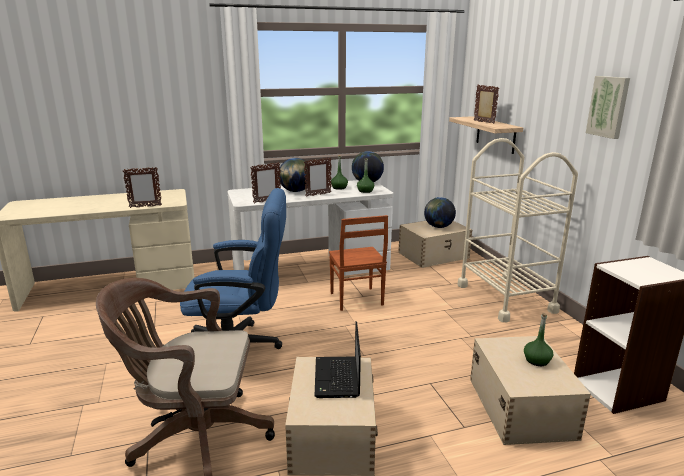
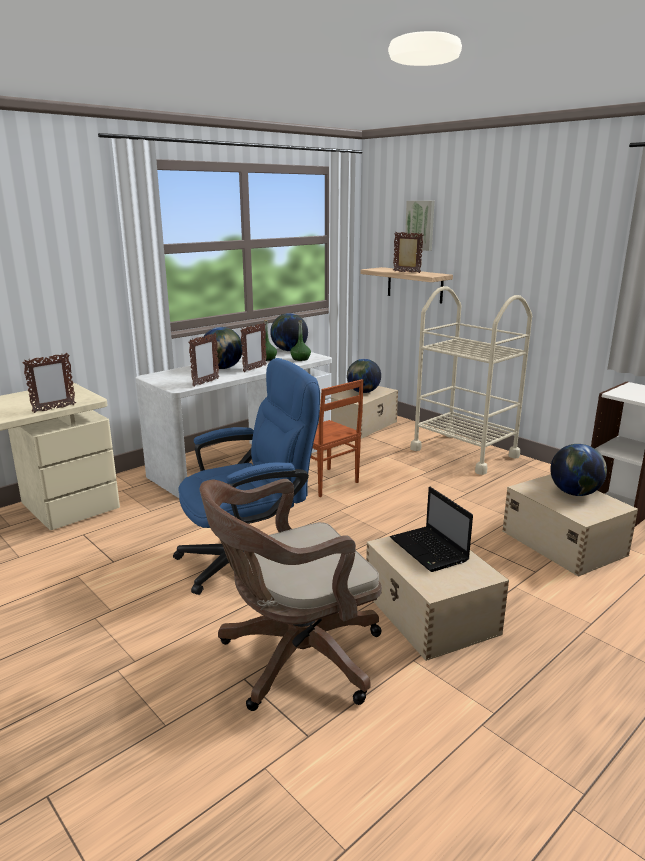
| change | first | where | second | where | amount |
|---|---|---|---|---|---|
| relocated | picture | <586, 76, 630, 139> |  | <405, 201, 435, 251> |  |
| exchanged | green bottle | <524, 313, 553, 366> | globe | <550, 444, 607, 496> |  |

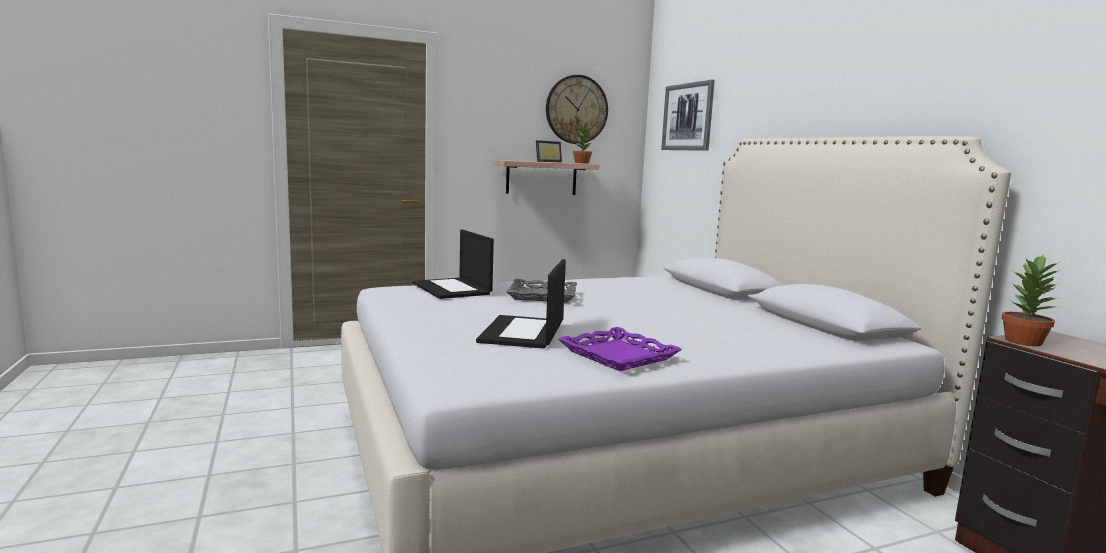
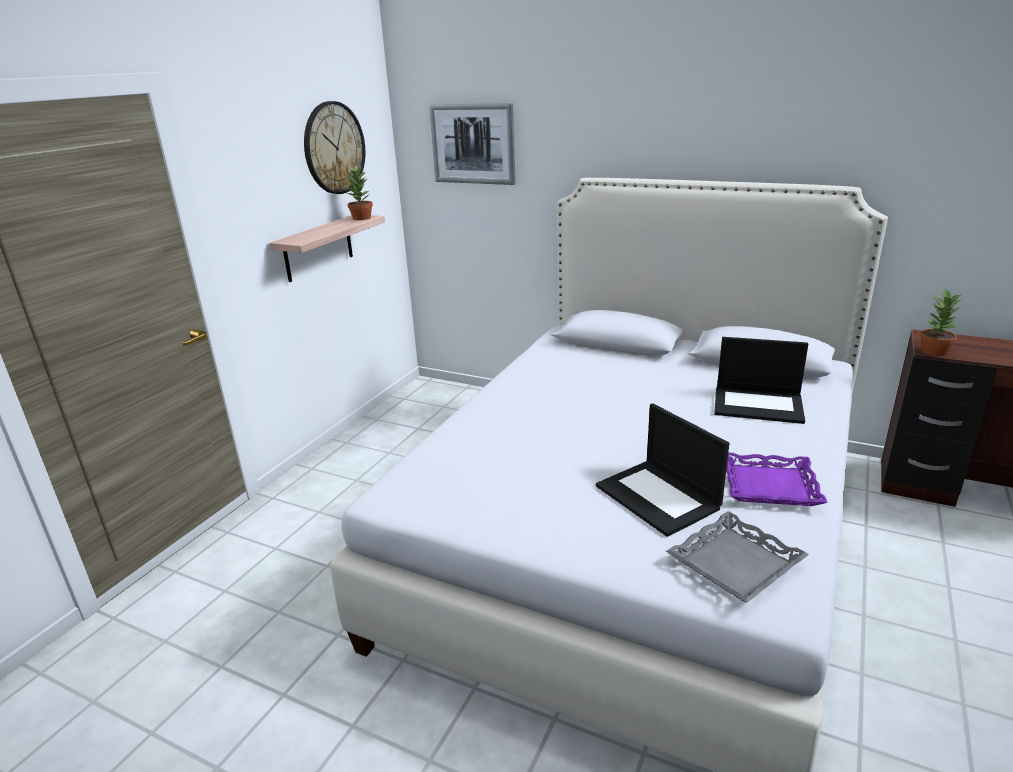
| change | first | where | second | where | amount |
|---|---|---|---|---|---|
| relocated | grey tray | <506, 279, 577, 303> |  | <666, 511, 809, 603> |  |
| relocated | laptop | <412, 229, 494, 299> |  | <714, 337, 808, 424> |  |
| missing | picture frame | <536, 140, 562, 162> |  |  |  |

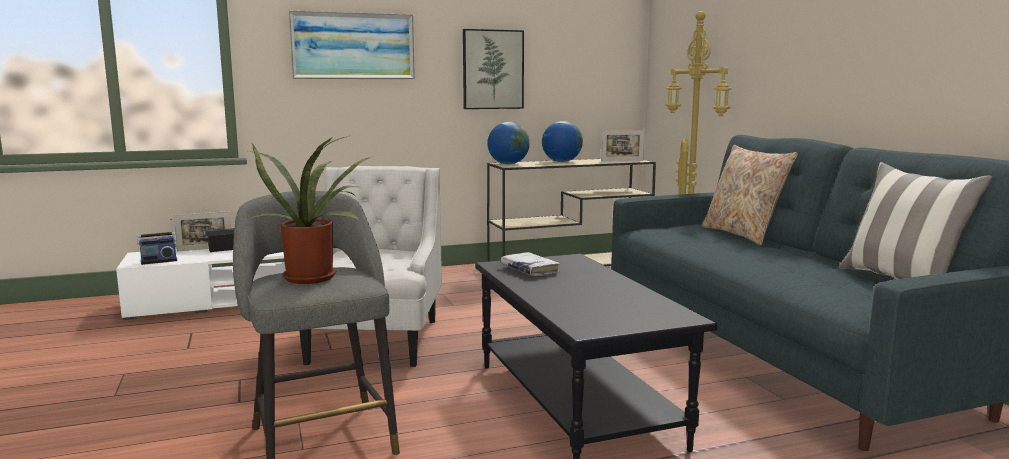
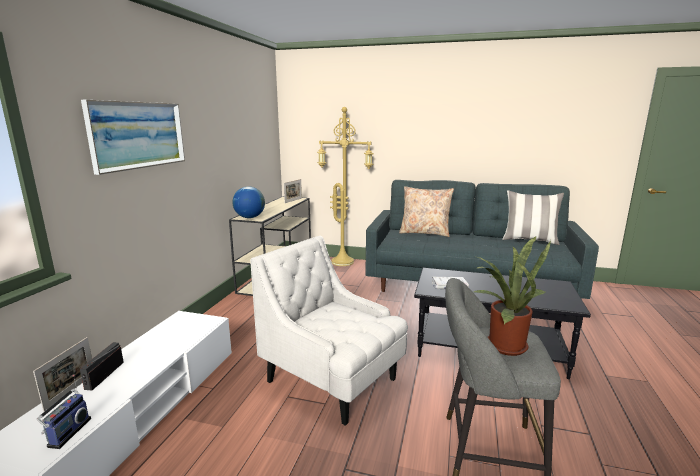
| change | first | where | second | where | amount |
|---|---|---|---|---|---|
| missing | picture | <463, 29, 524, 109> |  |  |  |
| missing | globe | <542, 121, 583, 162> |  |  |  |

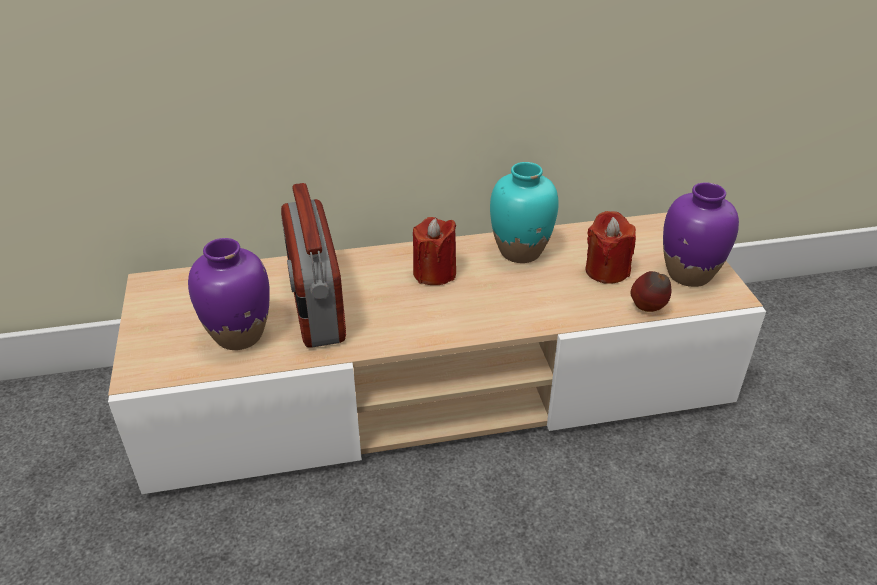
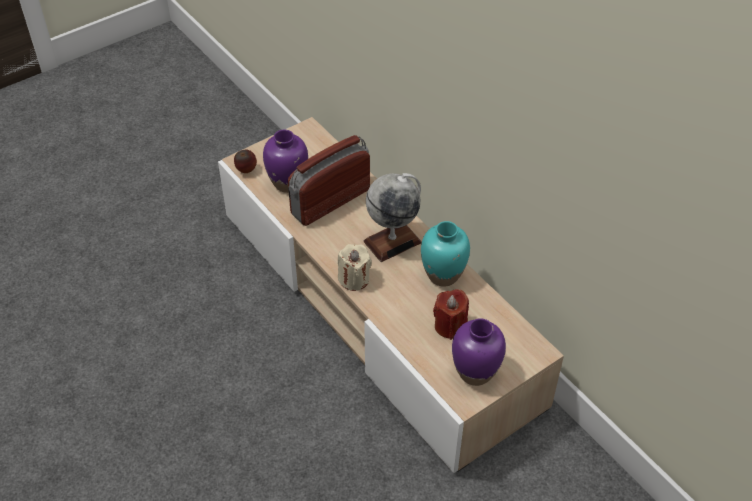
| change | first | where | second | where | amount |
|---|---|---|---|---|---|
| relocated | apple | <631, 271, 671, 312> |  | <234, 150, 257, 173> |  |
| appeared |  |  | beige candle | <338, 244, 372, 291> |  |
| exchanged | red candle | <413, 217, 456, 285> | globe | <363, 173, 422, 262> |  |

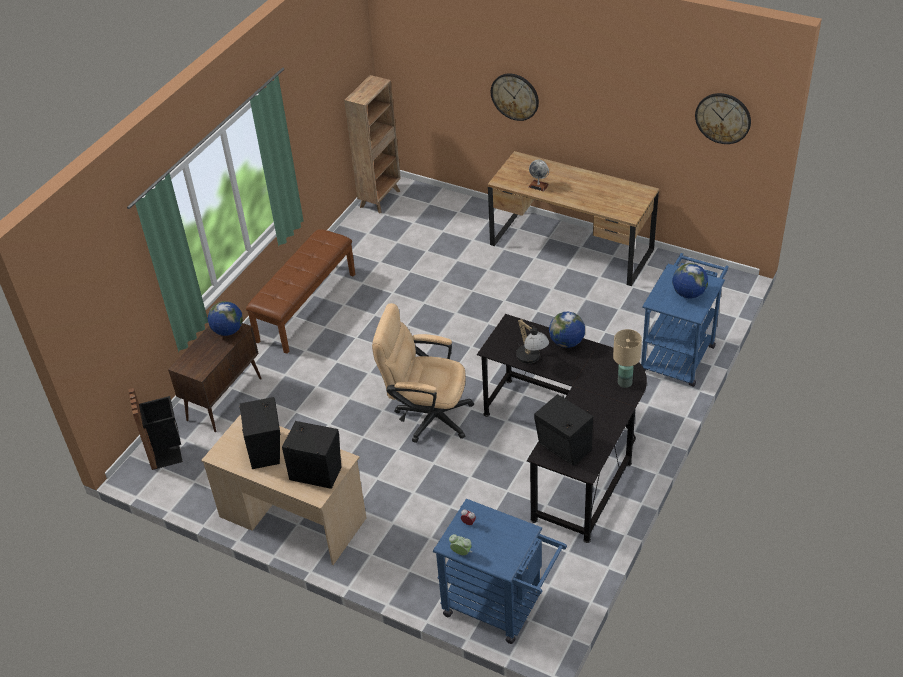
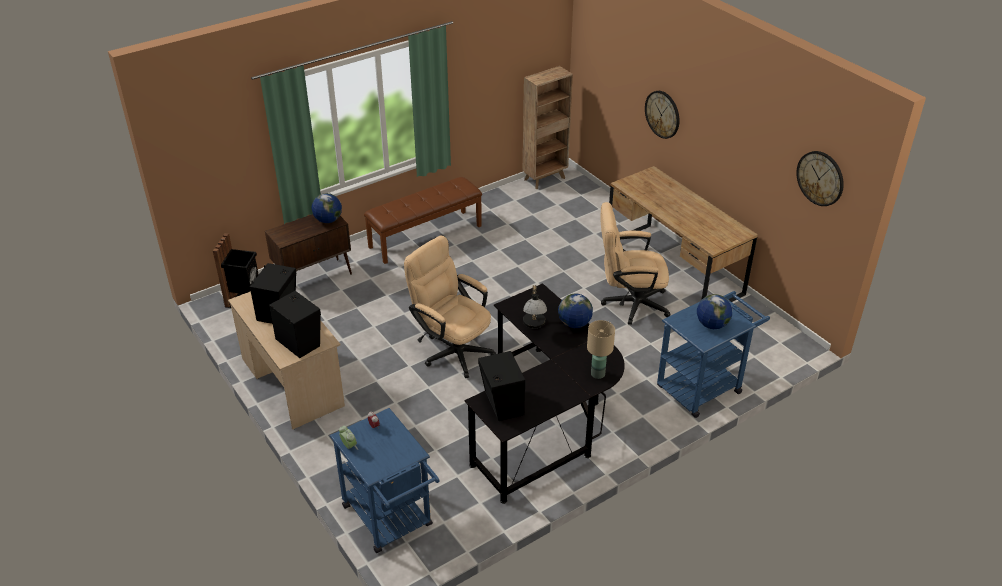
| change | first | where | second | where | amount |
|---|---|---|---|---|---|
| appeared |  |  | beige office chair | <600, 202, 671, 325> |  |
| missing | globe | <529, 160, 549, 191> |  |  |  |

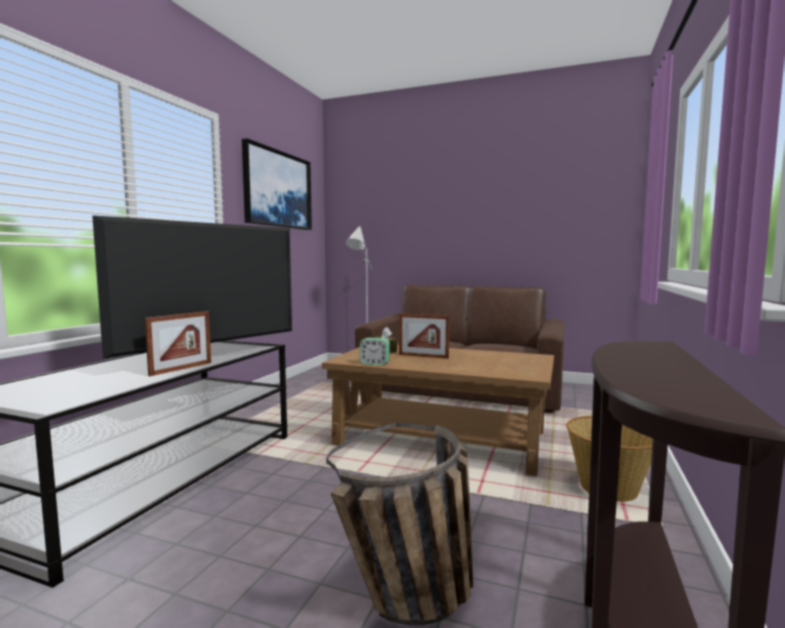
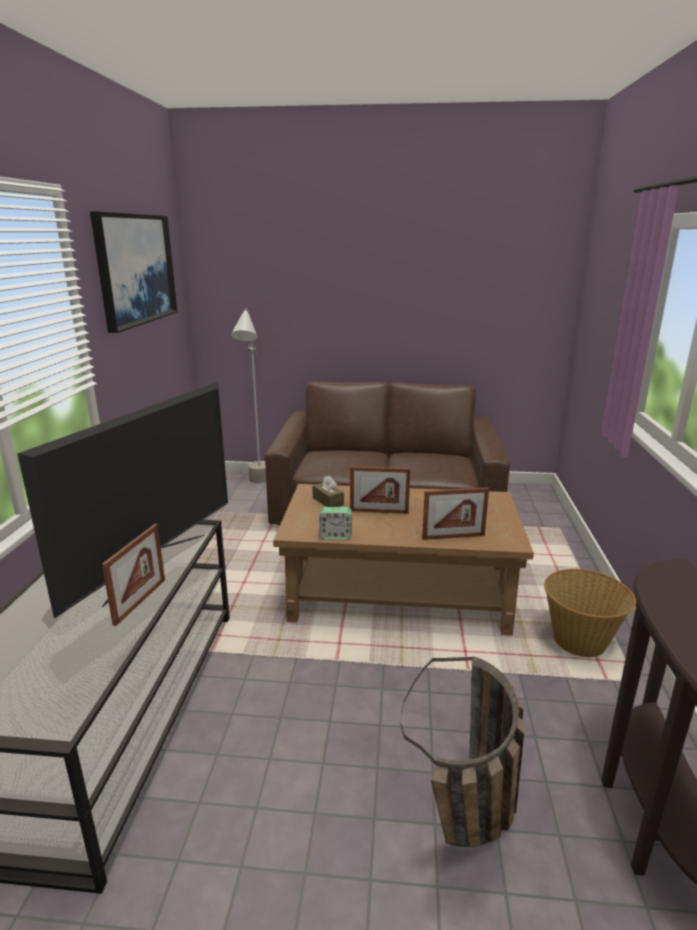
| change | first | where | second | where | amount |
|---|---|---|---|---|---|
| appeared |  |  | picture frame | <422, 487, 489, 540> |  |

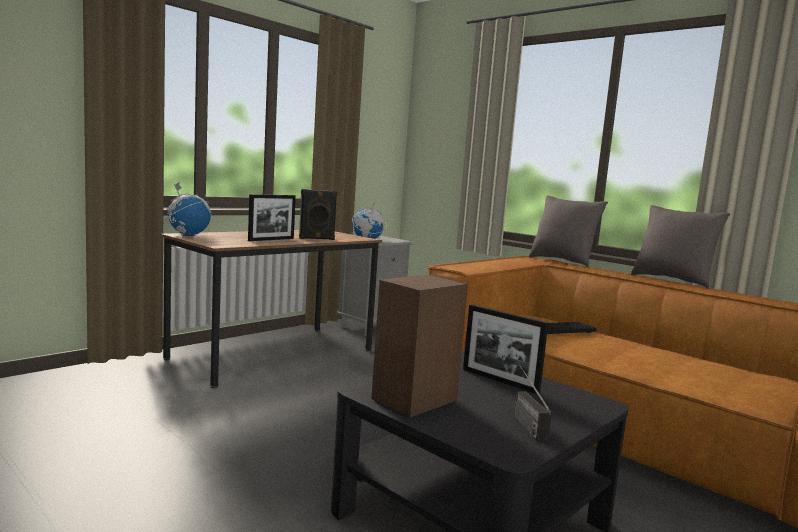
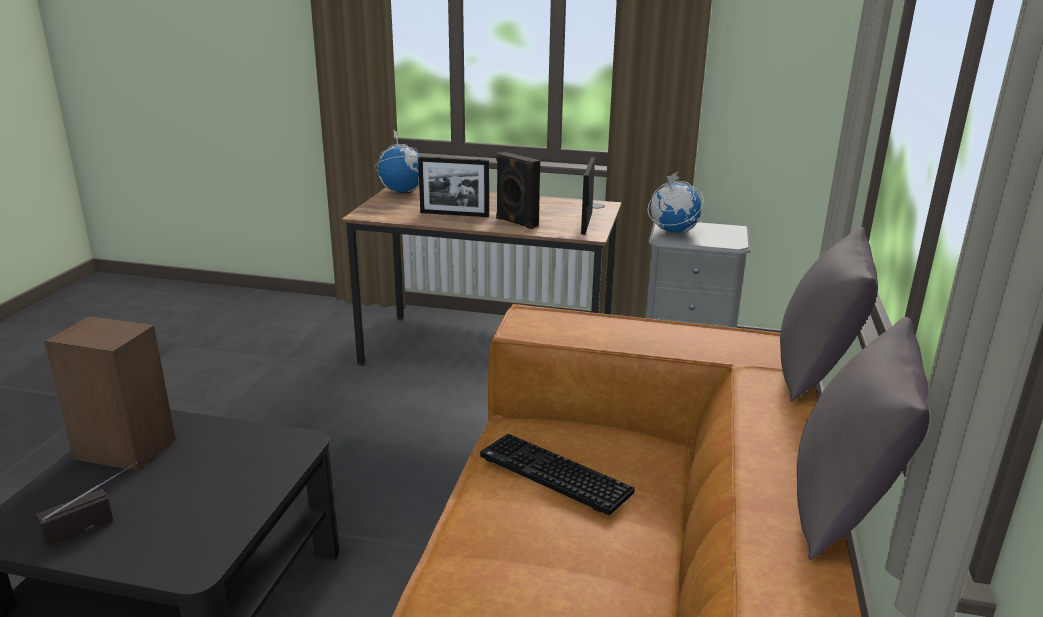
| change | first | where | second | where | amount |
|---|---|---|---|---|---|
| relocated | picture frame | <463, 304, 548, 394> |  | <581, 157, 595, 235> |  |

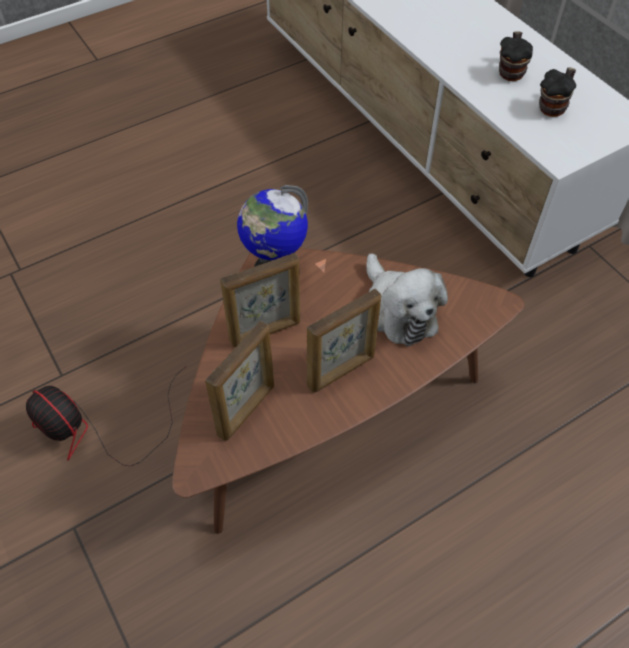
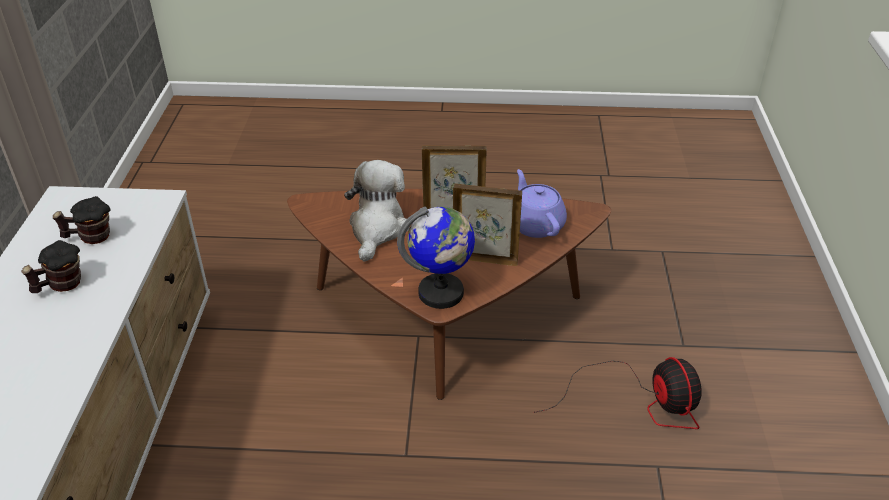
| change | first | where | second | where | amount |
|---|---|---|---|---|---|
| exchanged | picture frame | <205, 320, 274, 441> | purple teapot | <517, 169, 567, 238> |  |

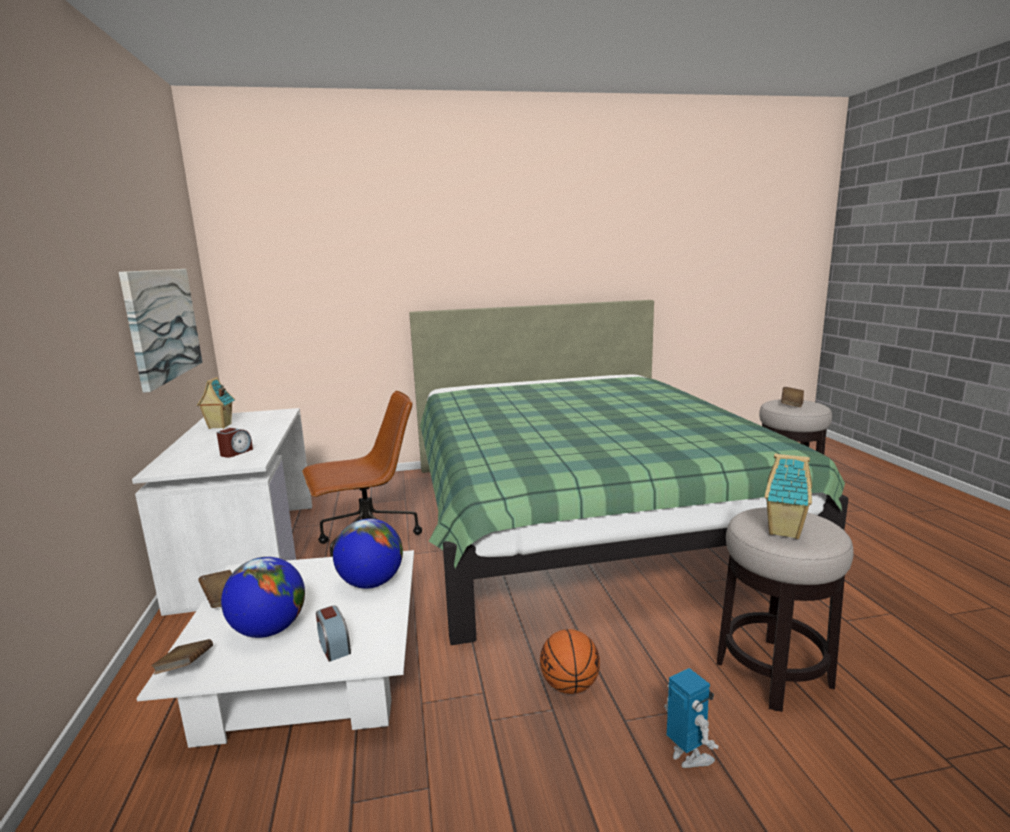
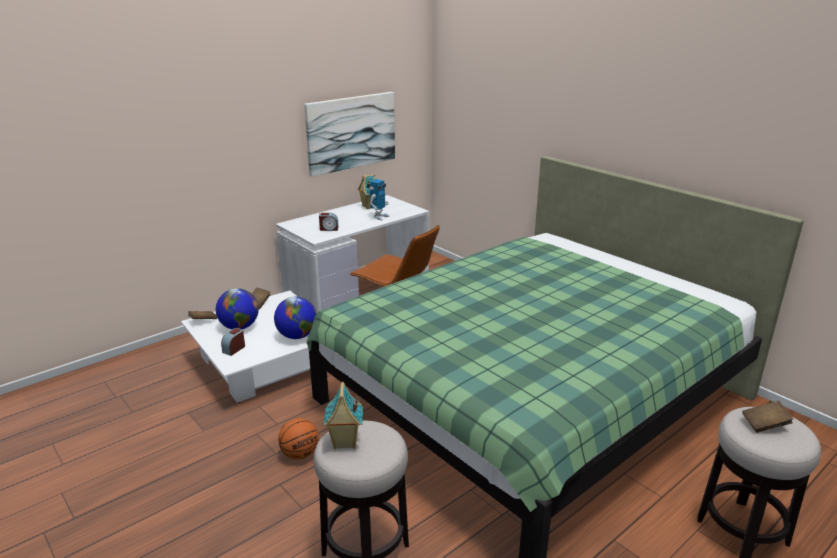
| change | first | where | second | where | amount |
|---|---|---|---|---|---|
| relocated | toy robot | <664, 668, 719, 768> |  | <369, 179, 390, 221> |  |

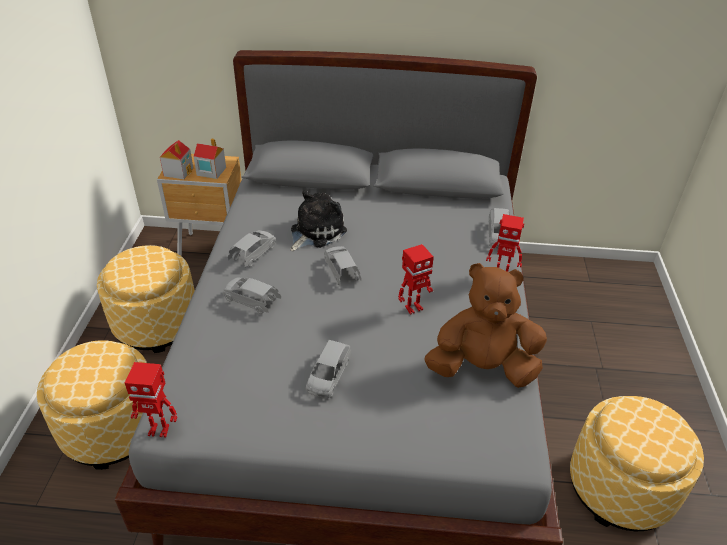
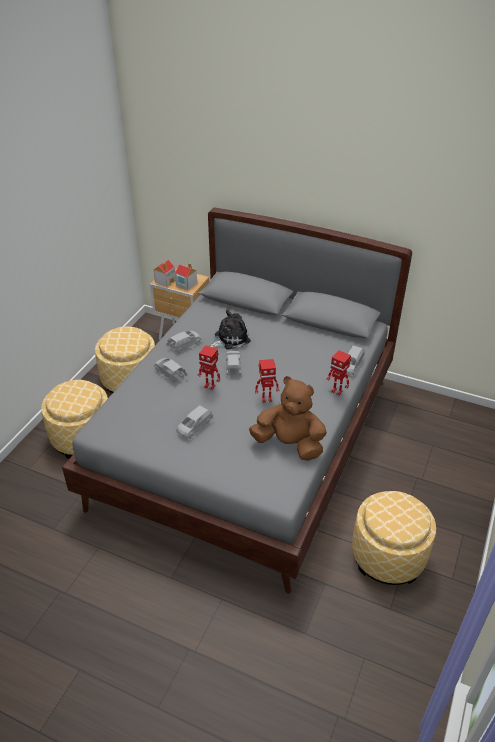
| change | first | where | second | where | amount |
|---|---|---|---|---|---|
| relocated | toy robot | <125, 362, 177, 438> |  | <198, 345, 220, 390> |  |

